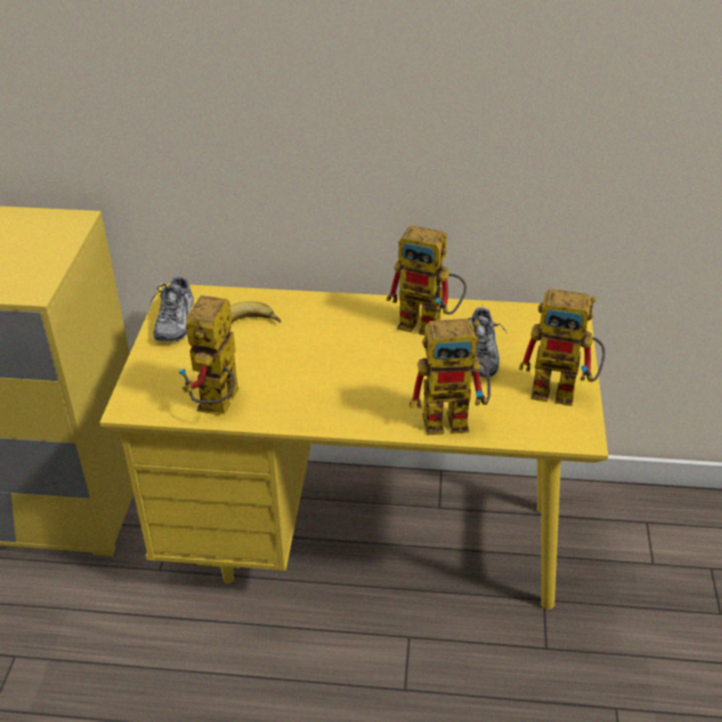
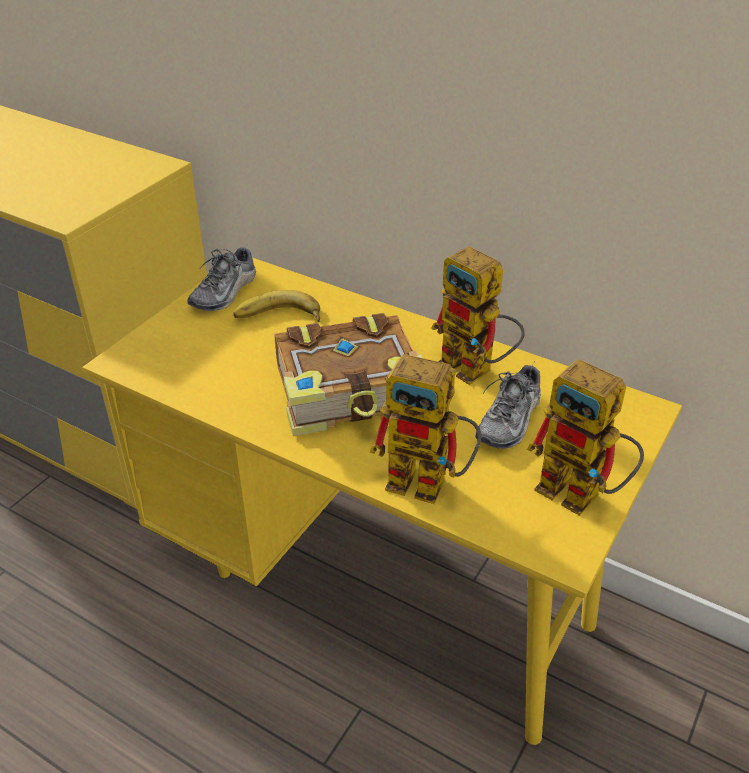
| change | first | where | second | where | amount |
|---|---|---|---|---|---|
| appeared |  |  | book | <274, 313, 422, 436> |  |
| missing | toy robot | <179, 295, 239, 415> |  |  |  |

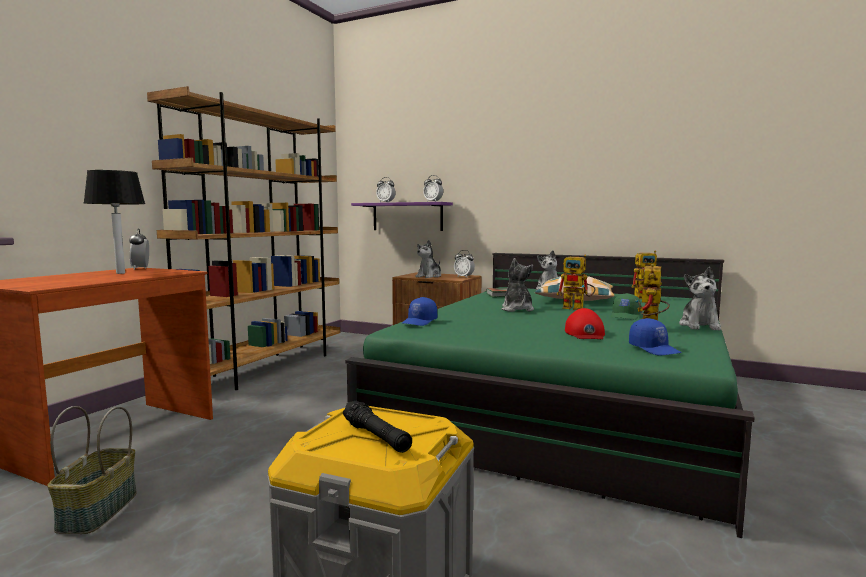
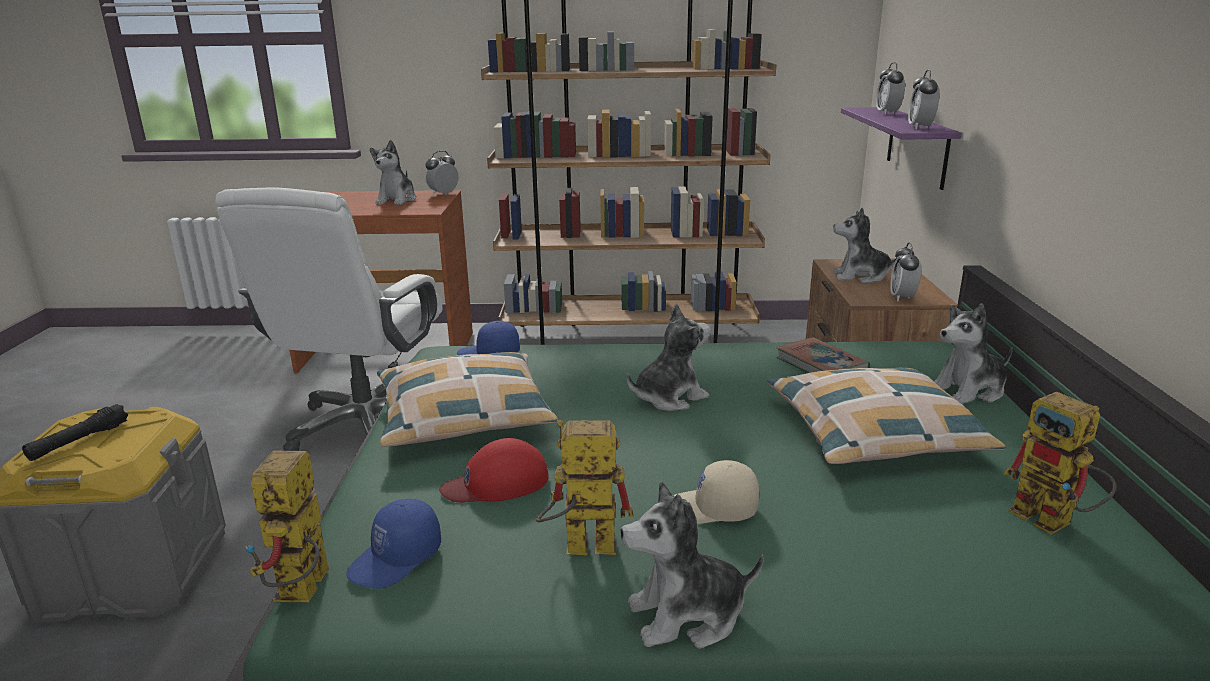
| change | first | where | second | where | amount |
|---|---|---|---|---|---|
| appeared |  |  | white office chair | <215, 188, 443, 451> |  |
| relocated | toy robot | <557, 255, 596, 310> |  | <245, 450, 329, 602> |  |
| exchanged | table lamp | <84, 170, 145, 274> | plush toy | <370, 140, 417, 205> |  |
| appeared |  |  | pillow | <377, 352, 558, 447> |  |
| colour | green cap | <611, 293, 641, 320> | beige cap | <673, 460, 759, 524> |  |
| missing | basket | <47, 406, 137, 534> |  |  |  |

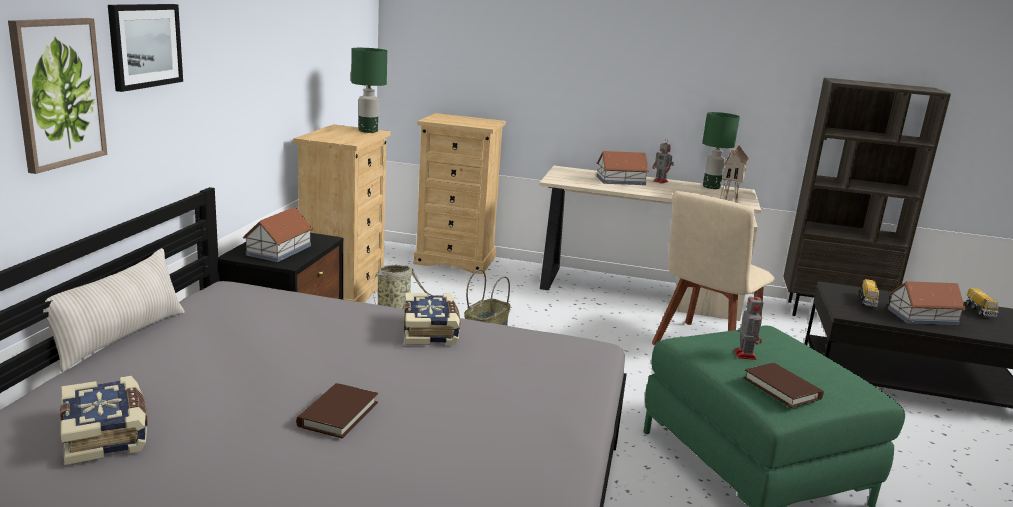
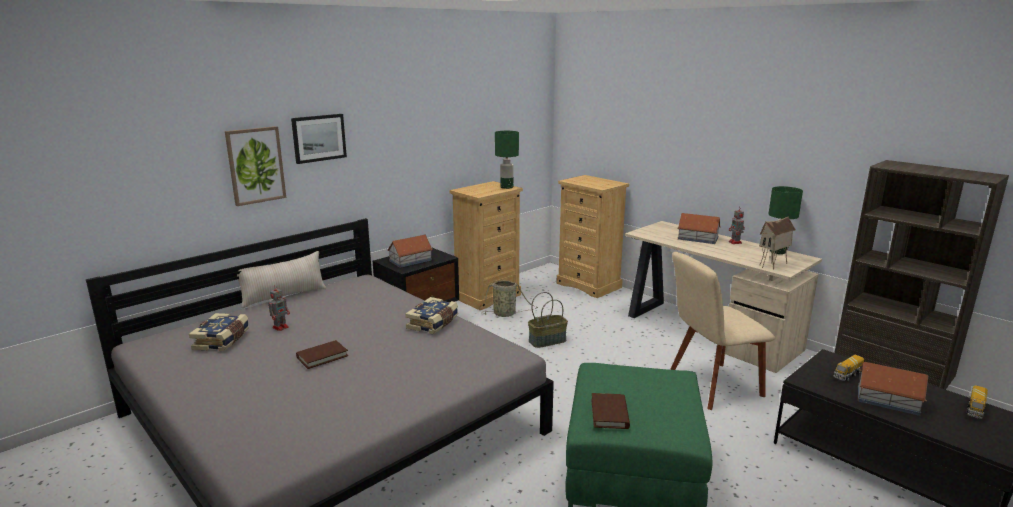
| change | first | where | second | where | amount |
|---|---|---|---|---|---|
| relocated | toy robot | <734, 291, 763, 360> |  | <268, 285, 290, 331> |  |

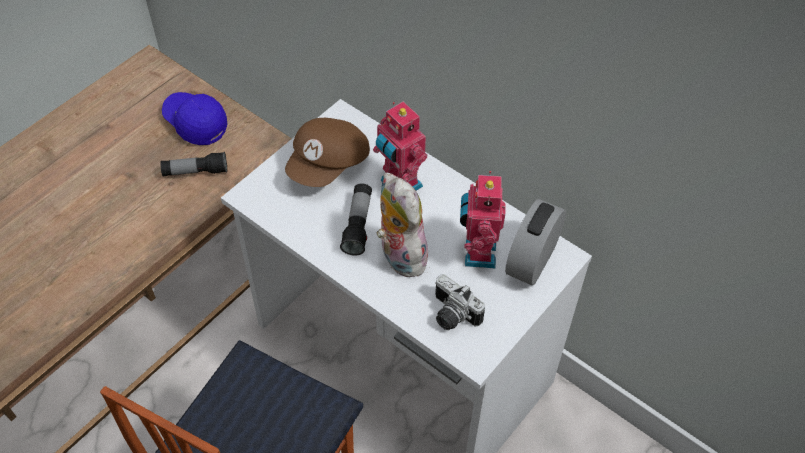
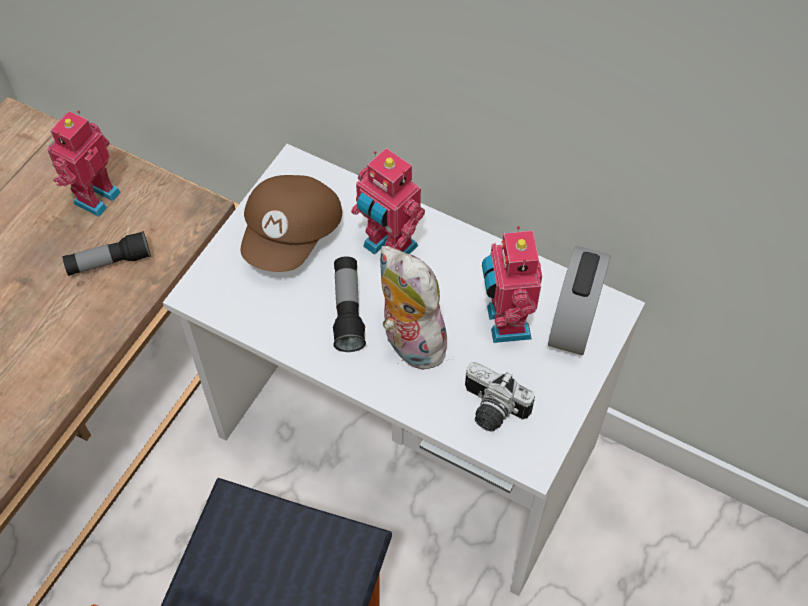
| change | first | where | second | where | amount |
|---|---|---|---|---|---|
| exchanged | blue cap | <162, 92, 227, 145> | toy robot | <47, 110, 121, 217> |  |

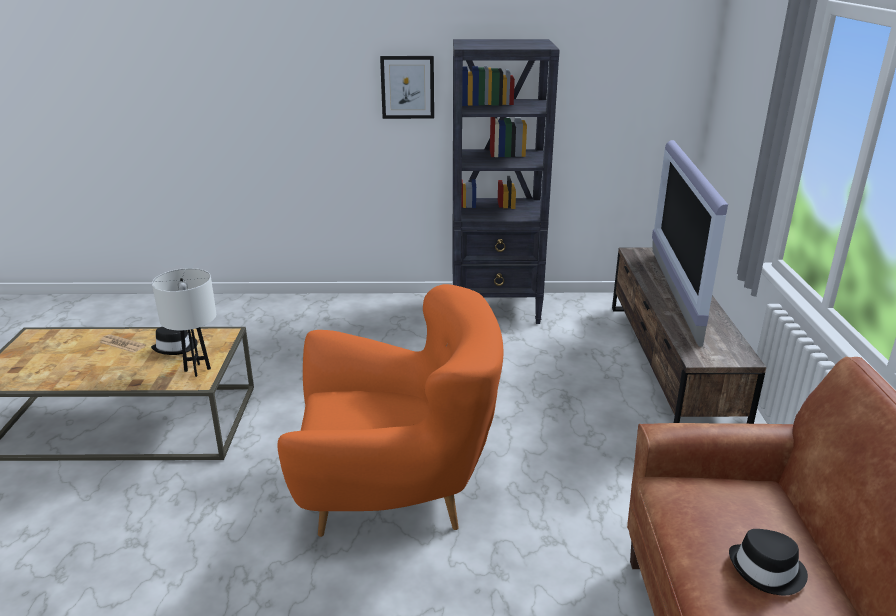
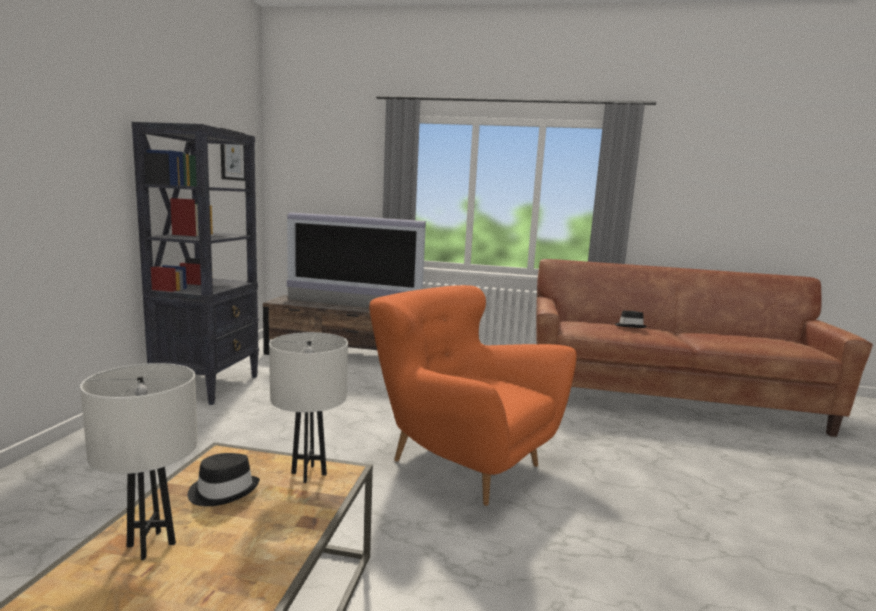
| change | first | where | second | where | amount |
|---|---|---|---|---|---|
| exchanged | newspaper | <100, 334, 146, 353> | white table lamp | <80, 363, 198, 560> |  |
| relocated | picture | <380, 56, 434, 119> |  | <220, 128, 245, 181> |  |
| spun | orange armchair | <277, 284, 503, 537> |  | <369, 285, 577, 506> | 60 degrees counterclockwise |

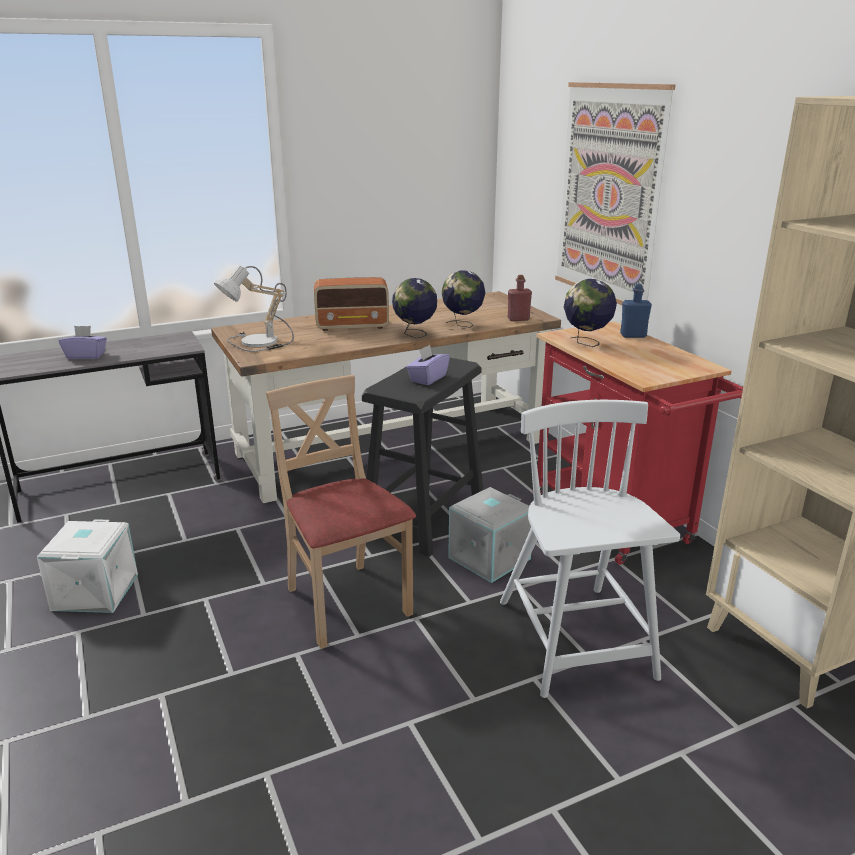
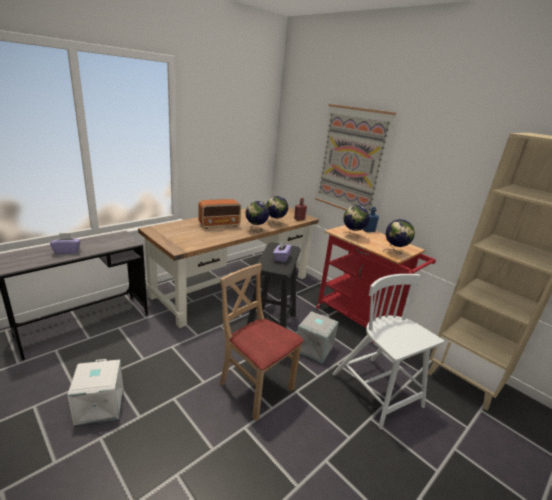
| change | first | where | second | where | amount |
|---|---|---|---|---|---|
| appeared |  |  | globe | <383, 219, 415, 254> |  |
| missing | table lamp | <214, 265, 294, 352> |  |  |  |

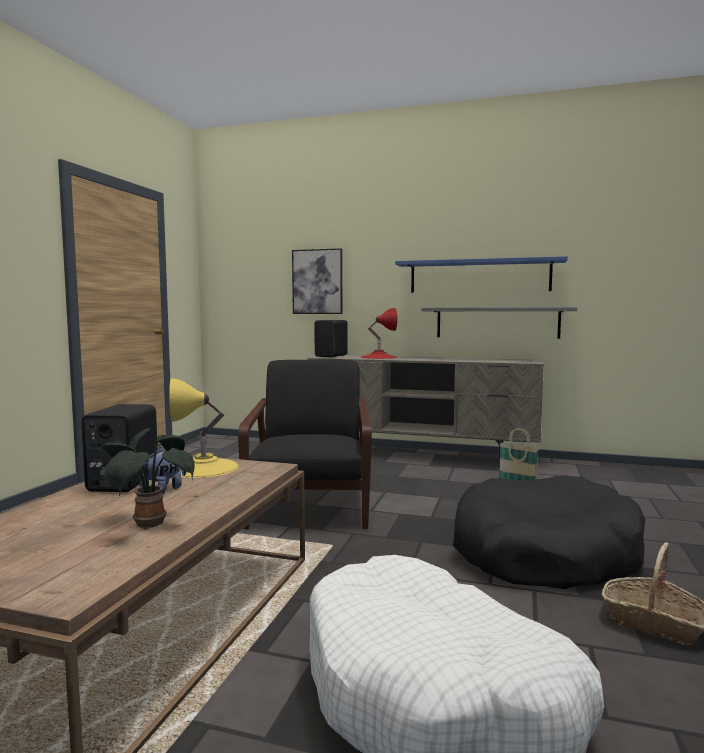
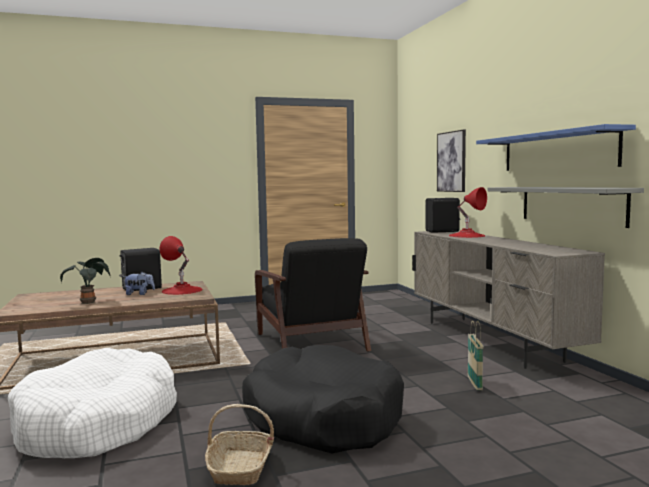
| change | first | where | second | where | amount |
|---|---|---|---|---|---|
| colour | yellow table lamp | <169, 378, 238, 478> | red table lamp | <160, 236, 202, 295> |  |
| spun | black armchair | <238, 360, 372, 529> |  | <255, 238, 371, 352> | 105 degrees clockwise |

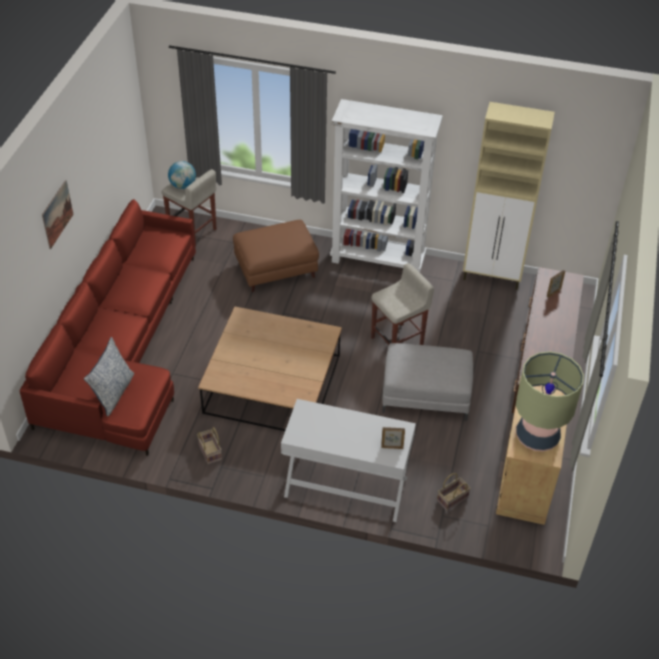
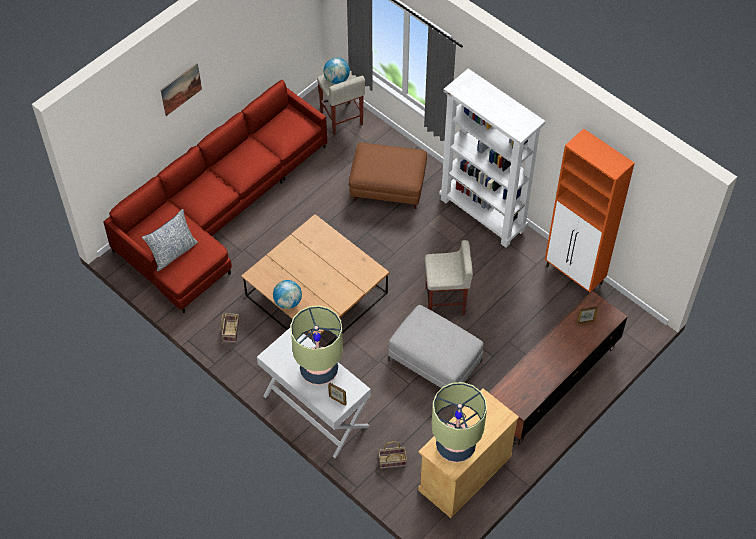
| change | first | where | second | where | amount |
|---|---|---|---|---|---|
| appeared |  |  | globe | <273, 280, 302, 309> |  |
| appeared |  |  | table lamp | <290, 306, 343, 385> |  |
| colour | beige cabinet | <463, 102, 555, 290> | orange cabinet | <545, 128, 635, 295> |  |

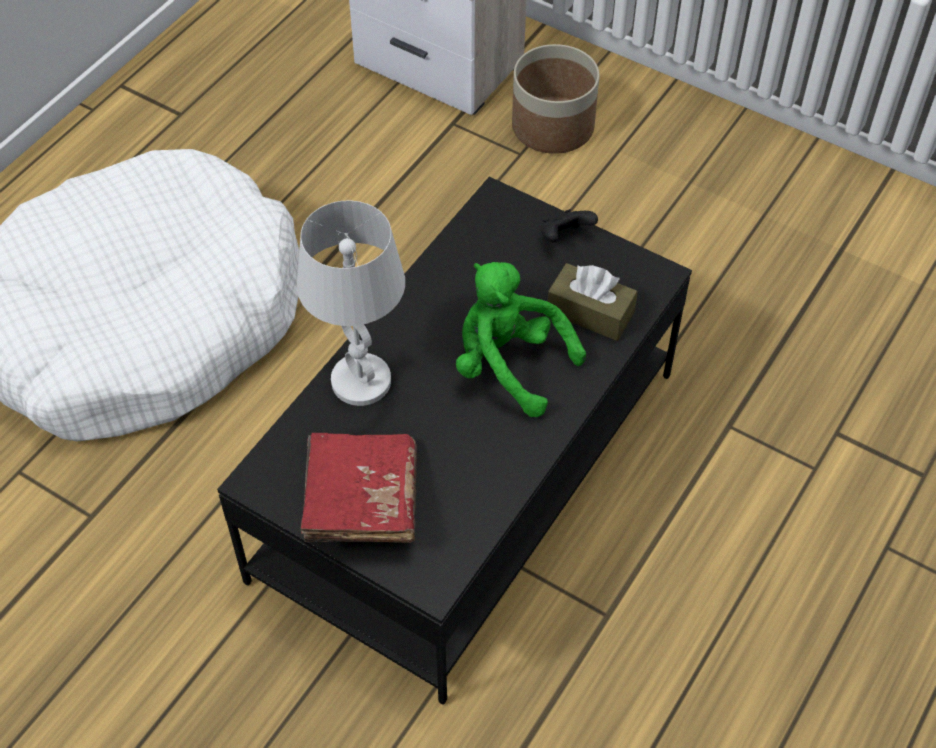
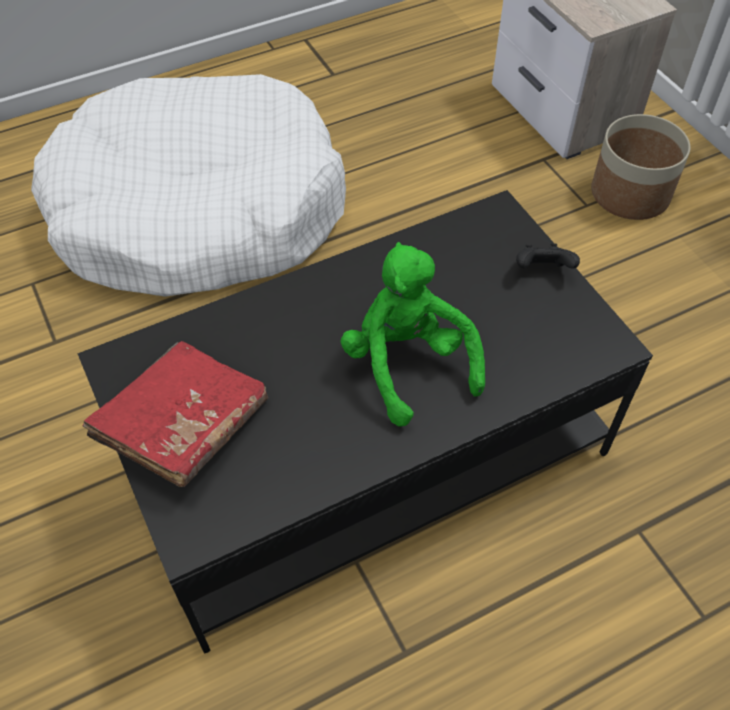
| change | first | where | second | where | amount |
|---|---|---|---|---|---|
| missing | white table lamp | <297, 200, 405, 406> |  |  |  |
| missing | brown tissue box | <548, 263, 638, 341> |  |  |  |

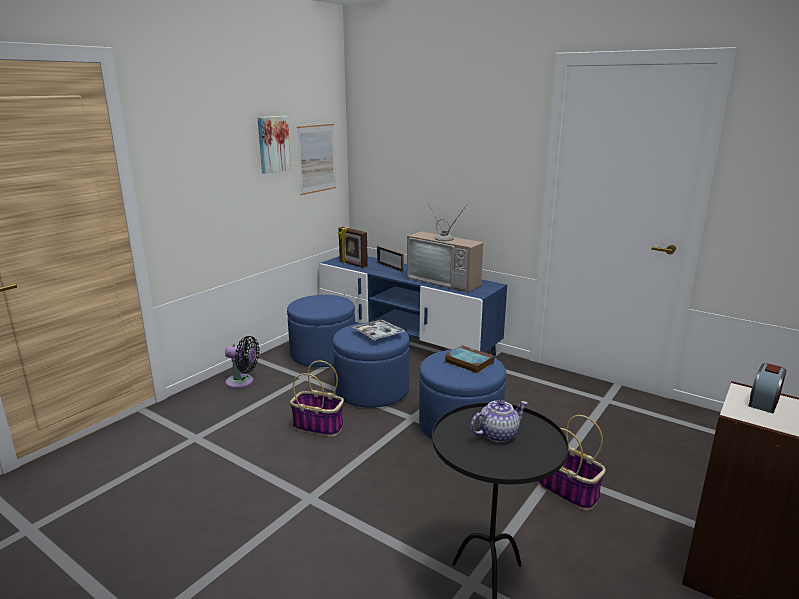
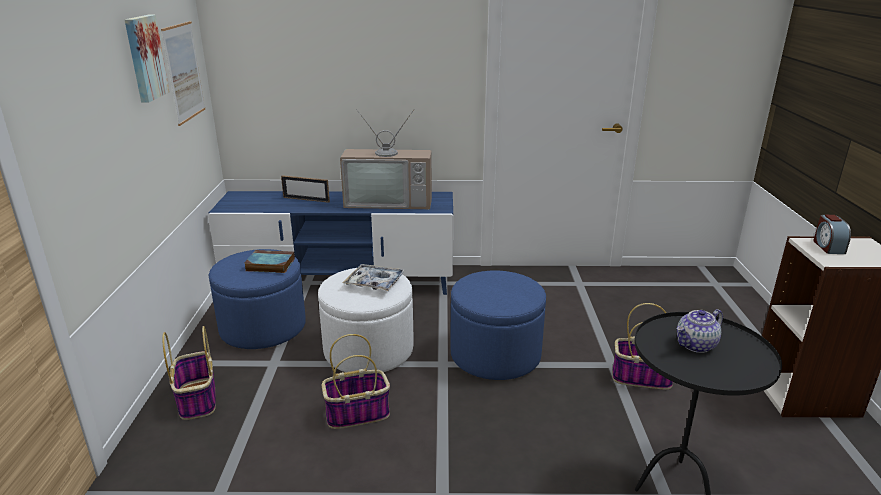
| change | first | where | second | where | amount |
|---|---|---|---|---|---|
| exchanged | black fan | <225, 336, 260, 389> | basket | <162, 326, 216, 420> |  |
| relocated | book | <445, 345, 494, 374> |  | <244, 250, 295, 273> |  |
| colour | blue ottoman | <333, 322, 410, 408> | white ottoman | <318, 268, 414, 372> |  |
| spun | teapot | <470, 400, 528, 442> |  | <677, 309, 723, 353> | 150 degrees counterclockwise |
| missing | picture frame | <338, 227, 368, 268> |  |  |  |

